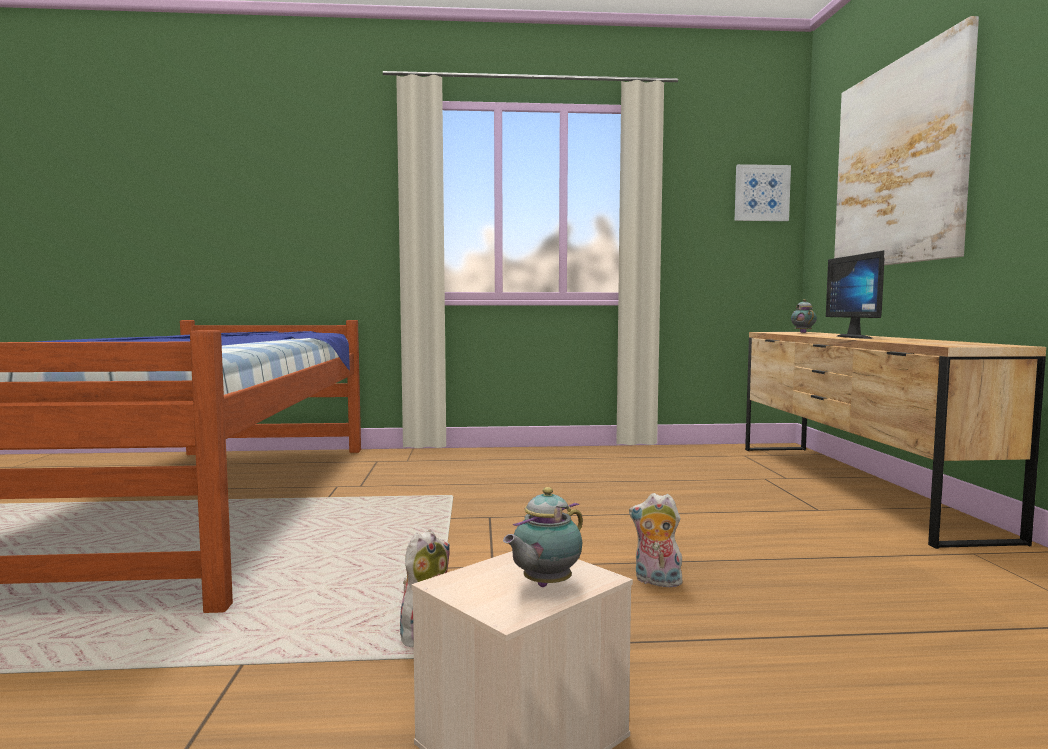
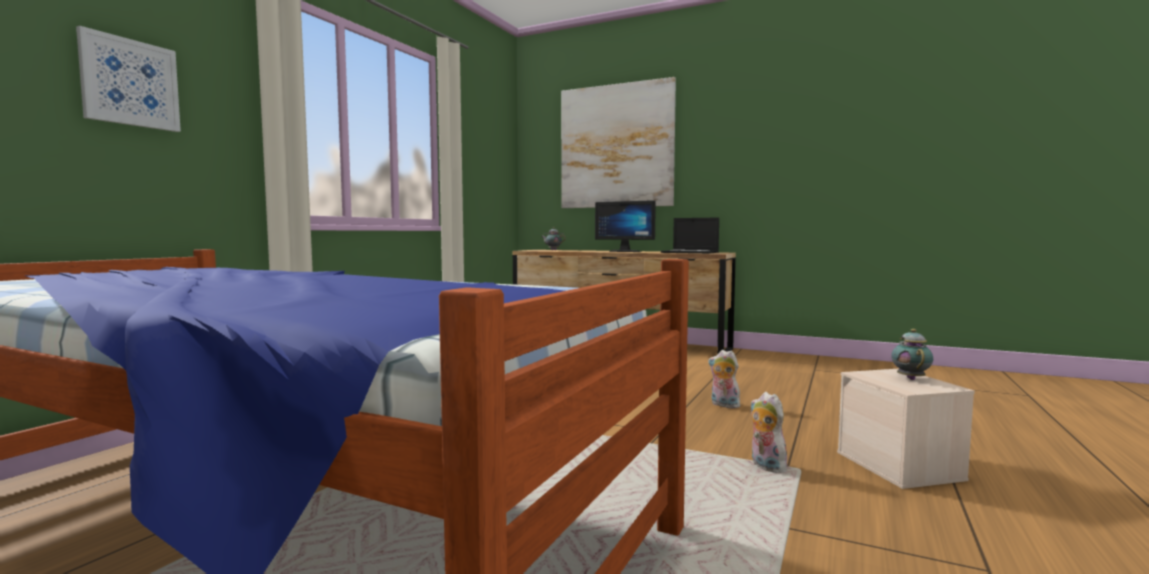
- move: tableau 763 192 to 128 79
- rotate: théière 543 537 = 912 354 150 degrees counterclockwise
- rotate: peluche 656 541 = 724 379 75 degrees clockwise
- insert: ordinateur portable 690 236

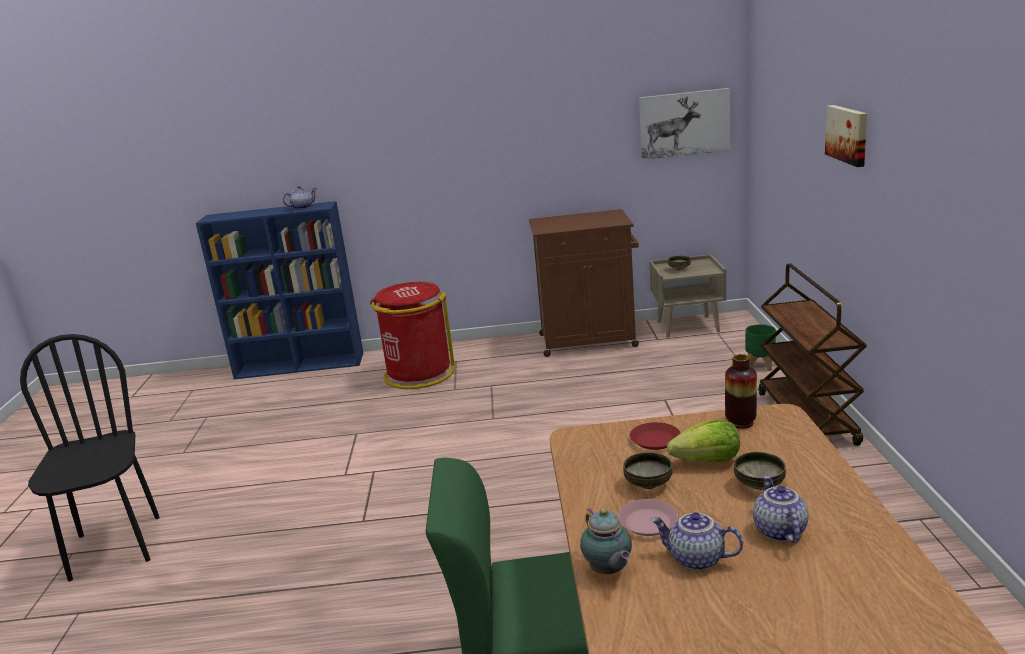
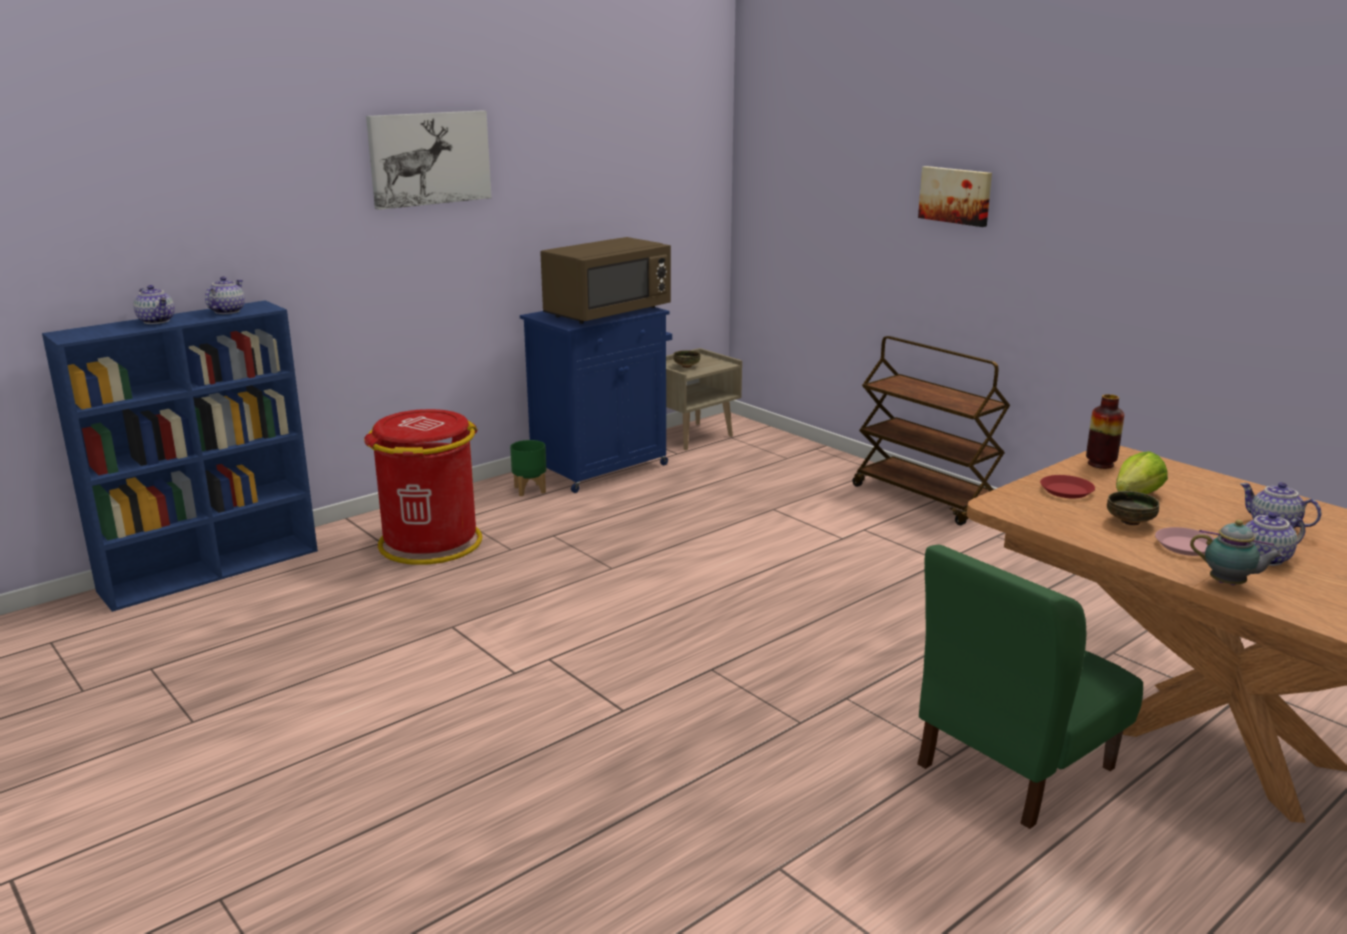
- move: tableau 684 124 to 428 160
- recolor: meuble de rangement/marron 584 283 to meuble de rangement/bleu 596 400
- move: cache-pot/vert 760 347 to 528 468
- delete: chaise/noir 90 458
- delete: bol 760 471
- insert: micro-ondes/marron 605 280
- insert: théière 154 304

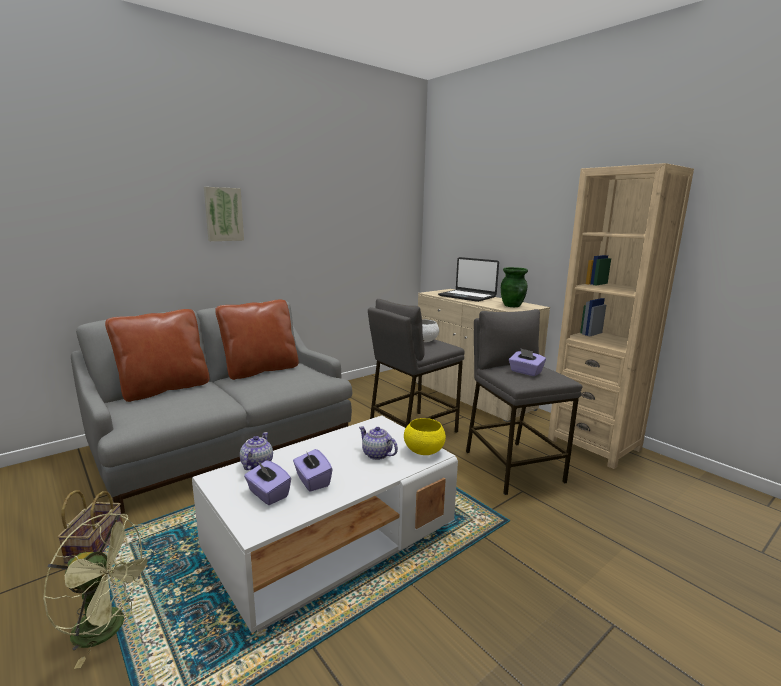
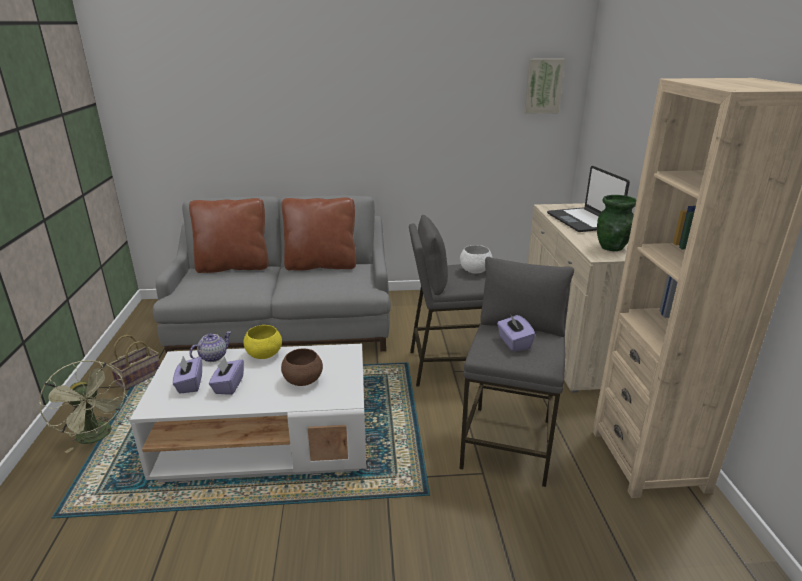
- move: tableau 224 214 to 544 86
- move: bol/jaune 425 436 to 263 342
- replace: théière 378 443 to bol/marron 302 367

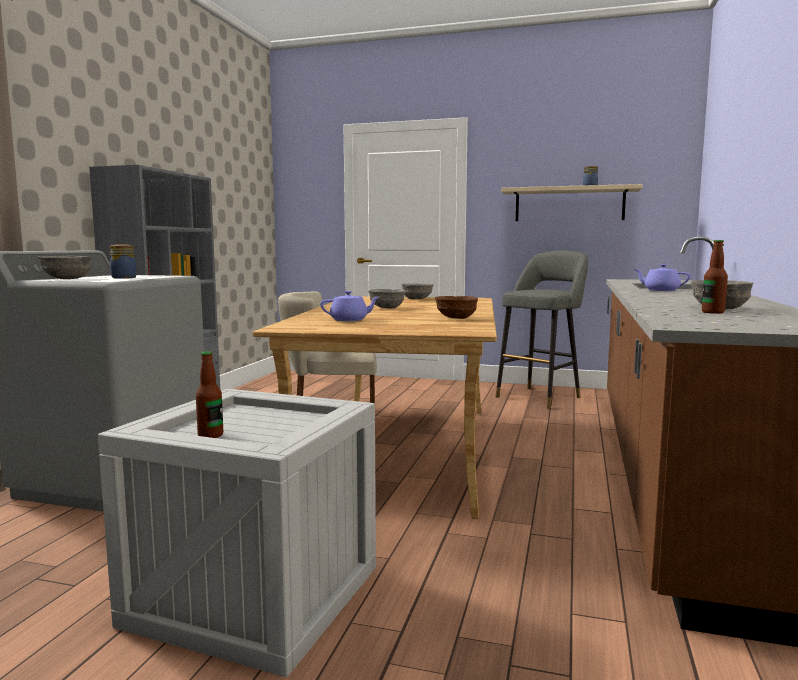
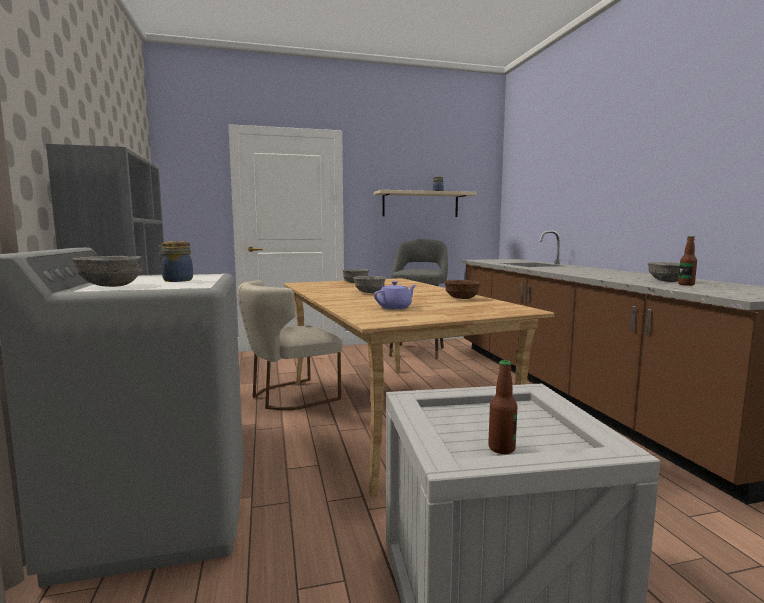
- delete: théière/violet 662 277

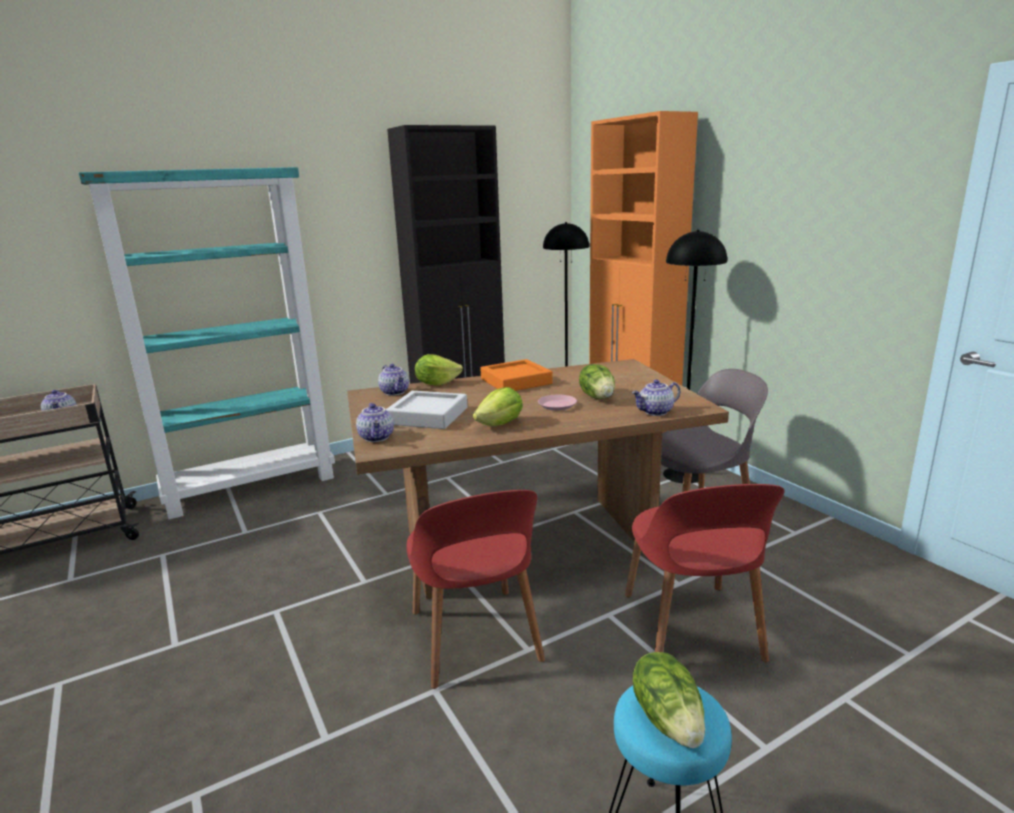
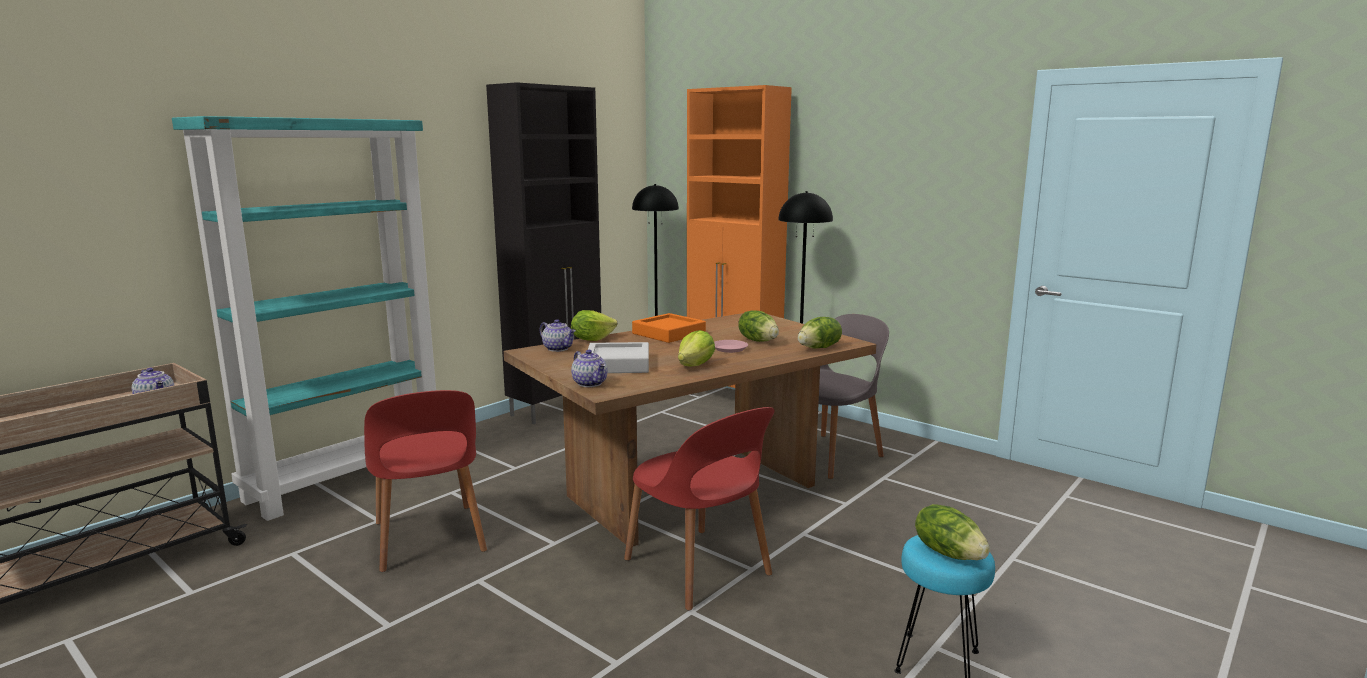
- replace: théière 656 397 to laitue 820 332
- move: chaise/rouge 705 573 to 425 481

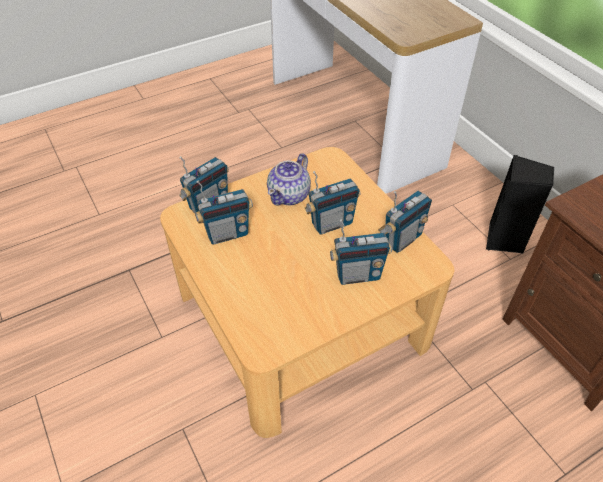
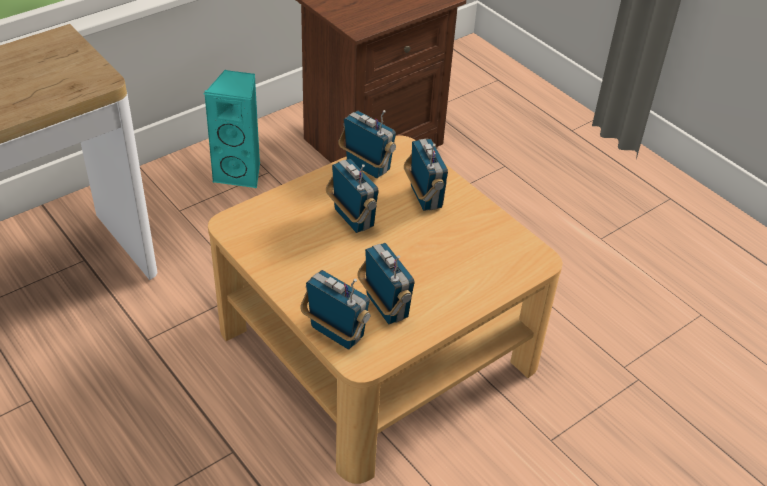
- delete: théière 289 179
- recolor: enceinte/noir 520 204 to enceinte/turquoise 232 129

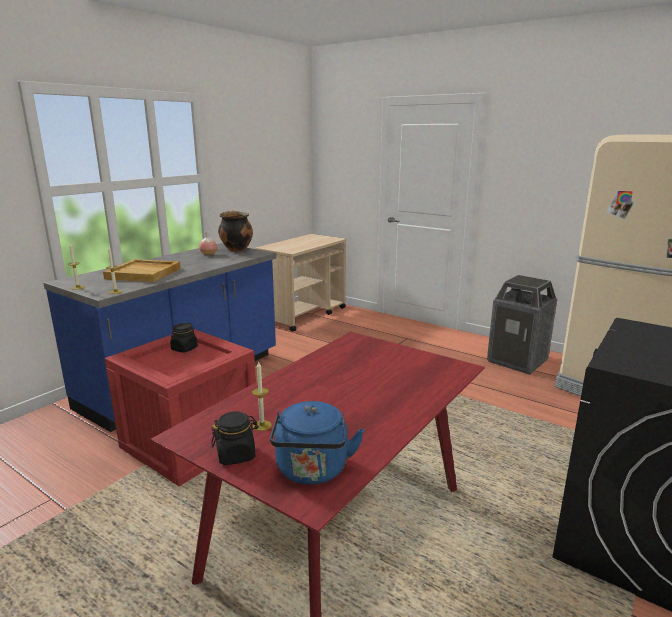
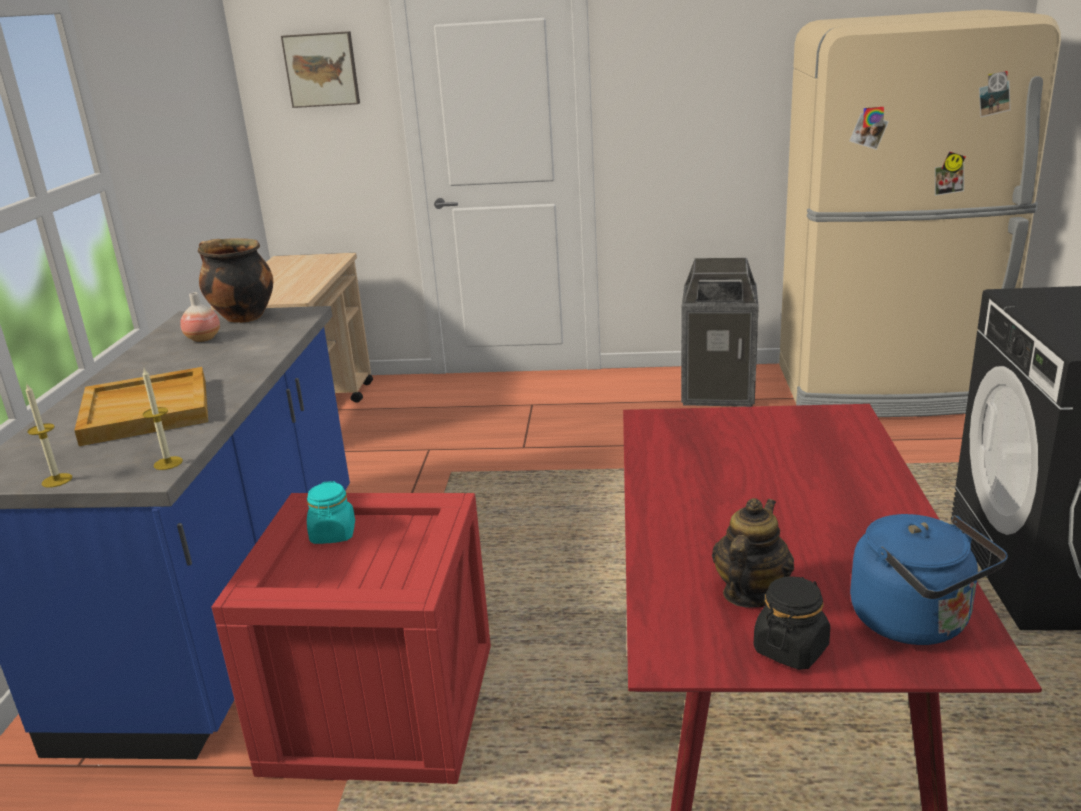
- recolor: bocal/noir 184 338 to bocal/turquoise 331 512
- replace: bougie 262 396 to théière 753 553
- insert: tableau 320 69

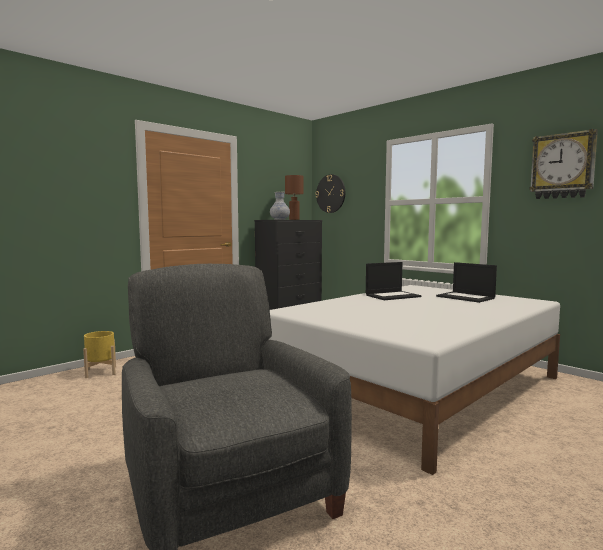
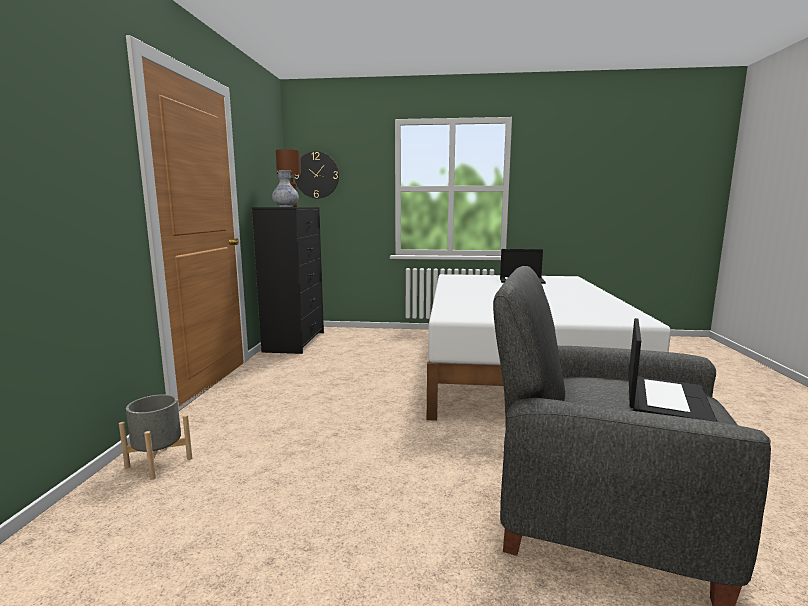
- delete: horloge murale 563 164
- move: ordinateur portable 393 281 to 673 370
- recolor: cache-pot/jaune 99 354 to cache-pot/gris 155 437

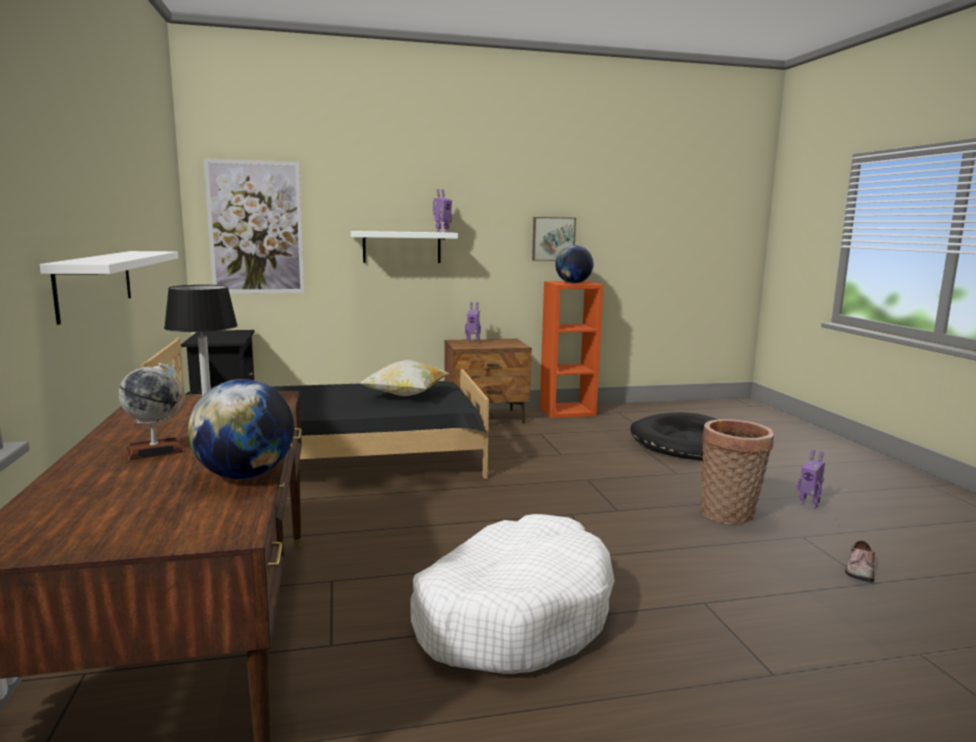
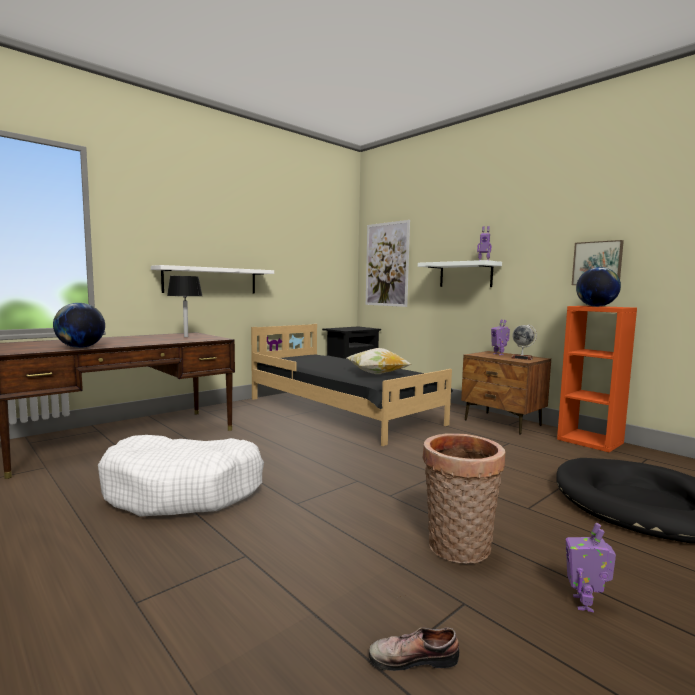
- move: globe 152 411 to 524 342

